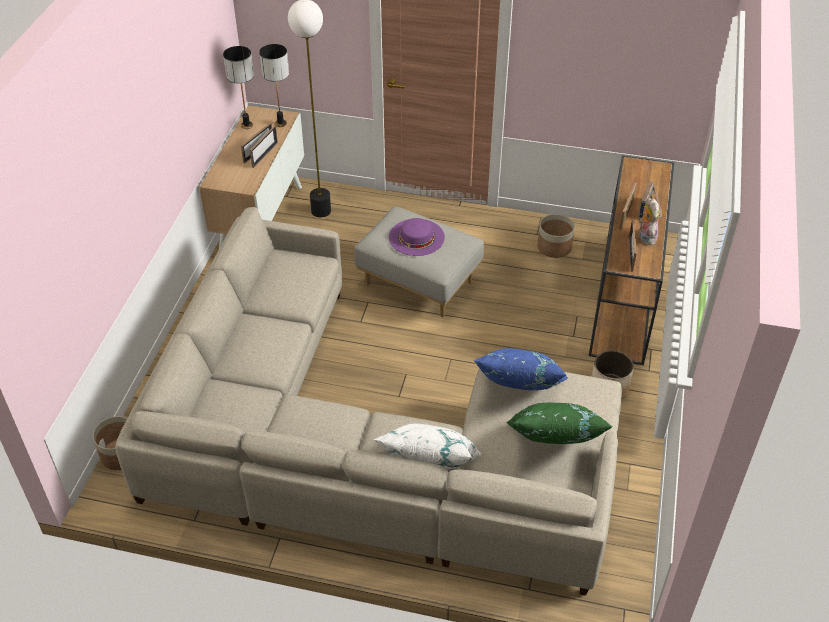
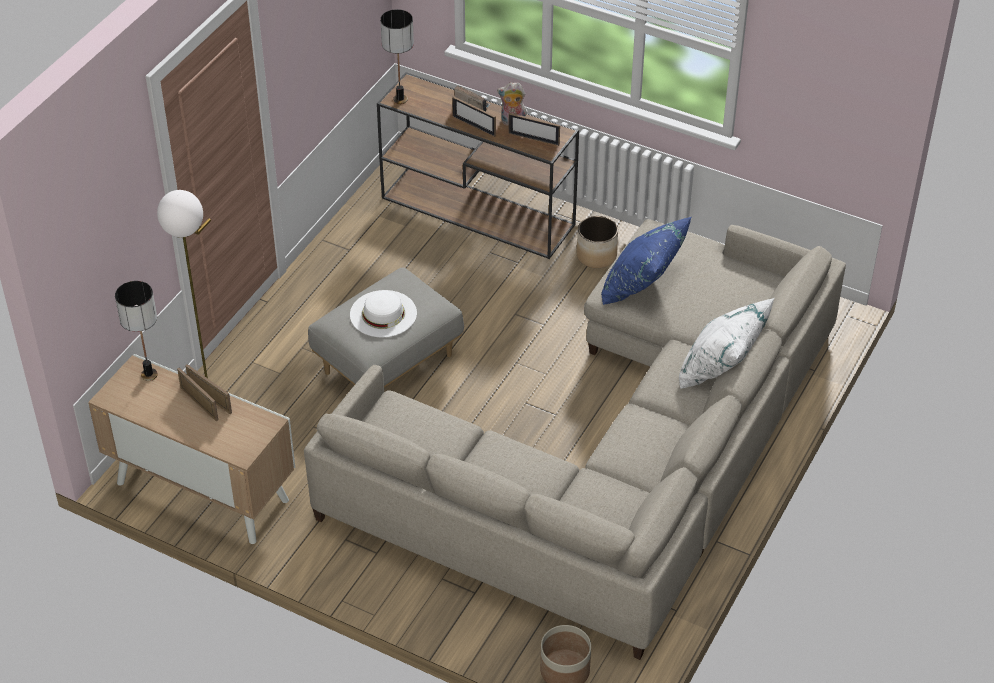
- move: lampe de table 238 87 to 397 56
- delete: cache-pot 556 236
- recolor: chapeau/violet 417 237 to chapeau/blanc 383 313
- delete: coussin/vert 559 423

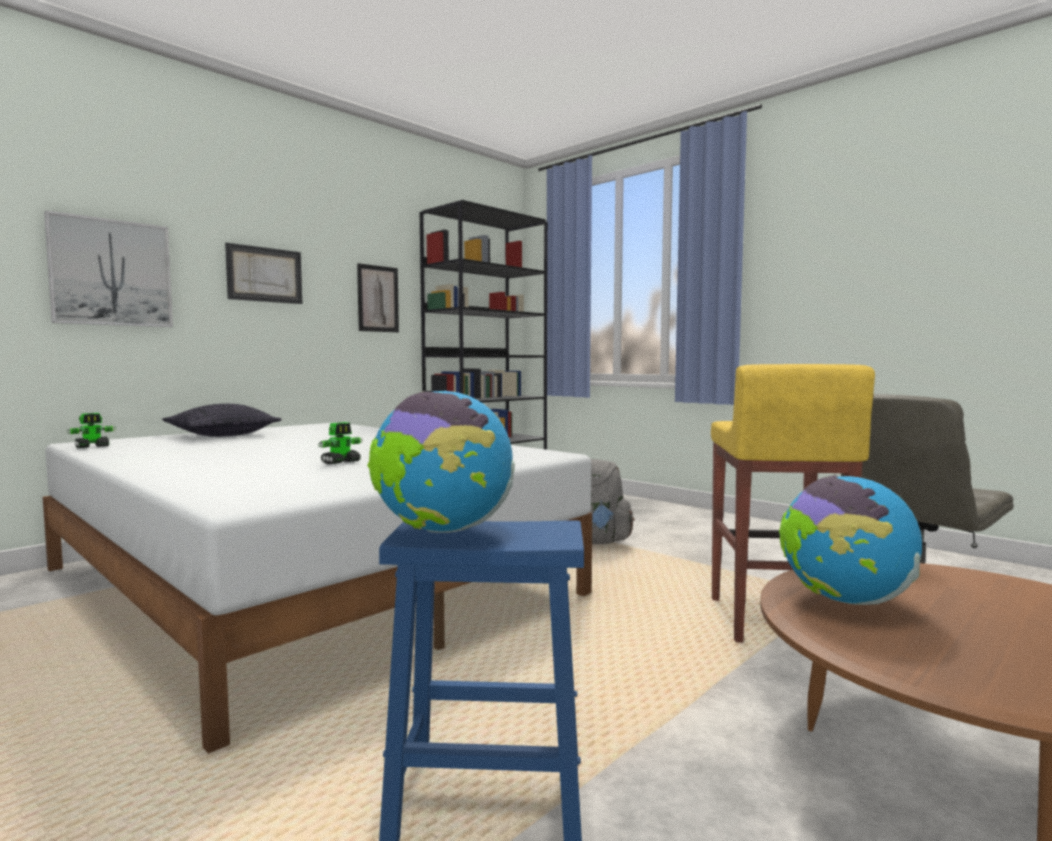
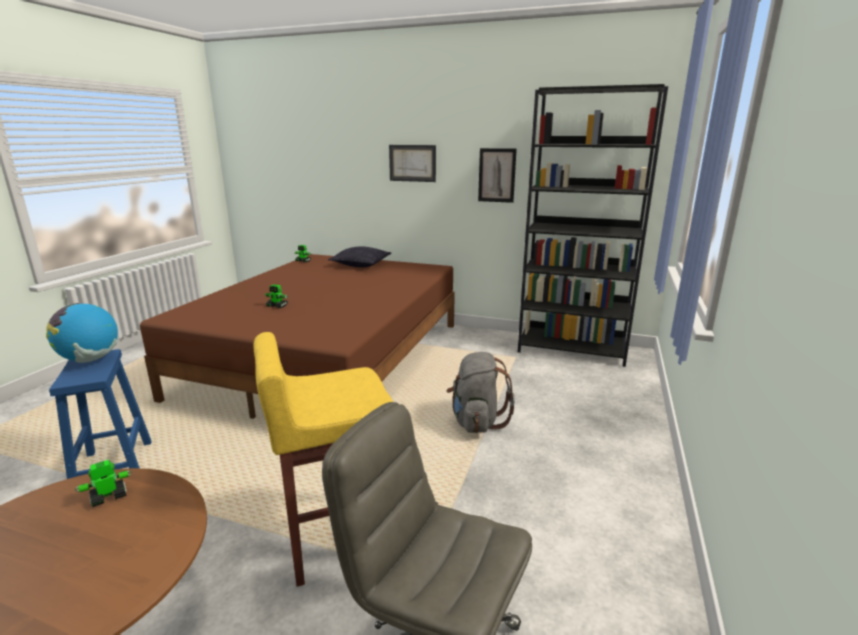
- delete: tableau 108 268
- recolor: lit/blanc 317 588 to lit/marron 297 336
- replace: globe 850 540 to robot jouet 103 483

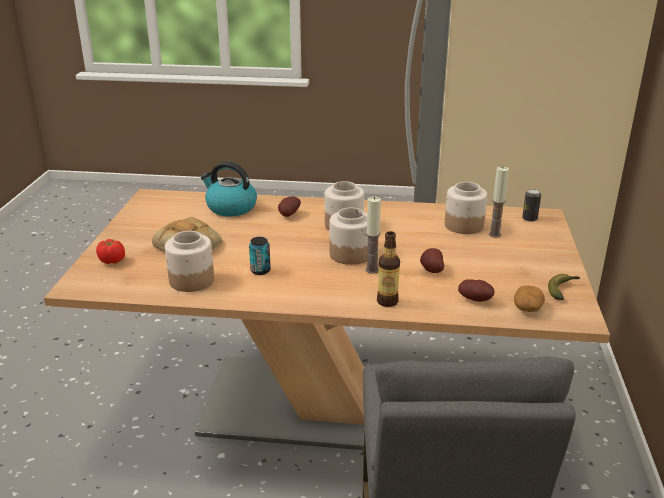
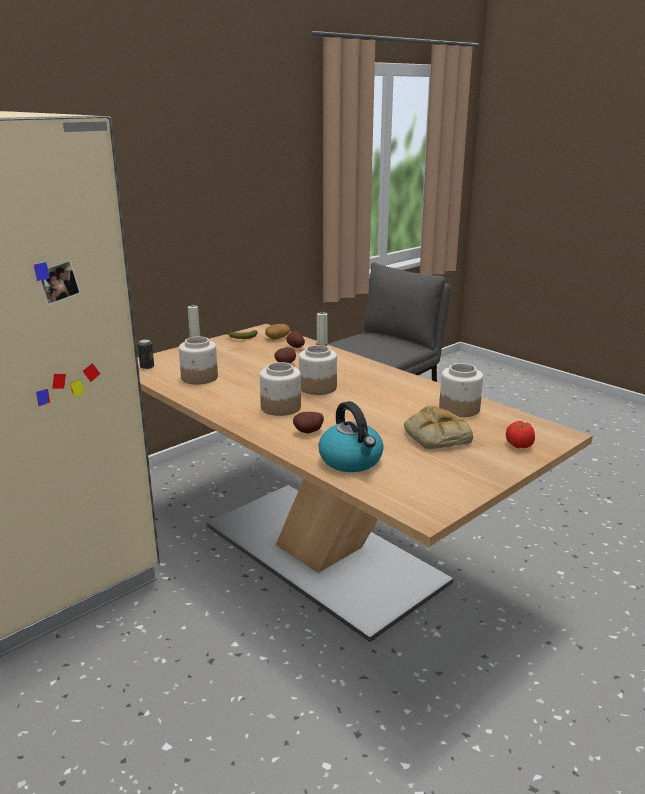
- delete: bouteille 388 269
- delete: boîte métallique 260 256

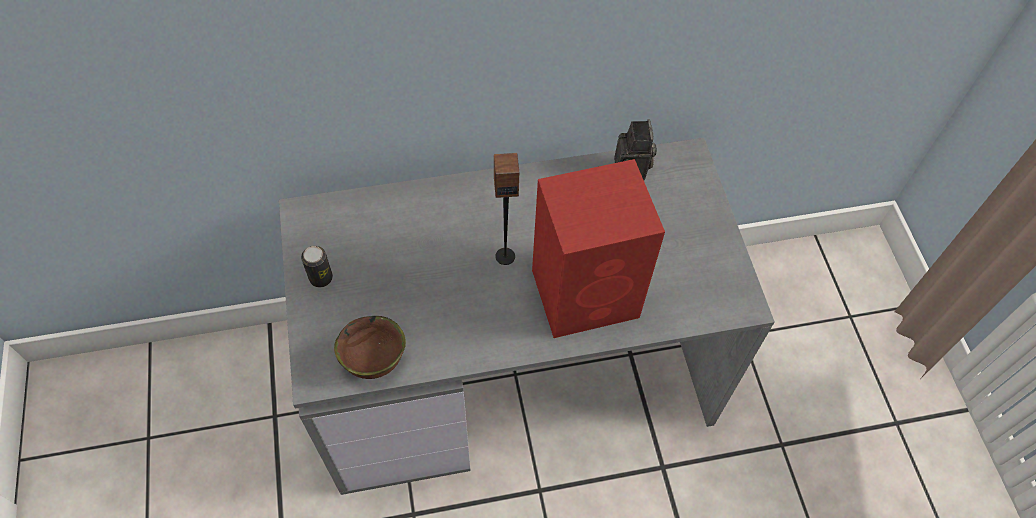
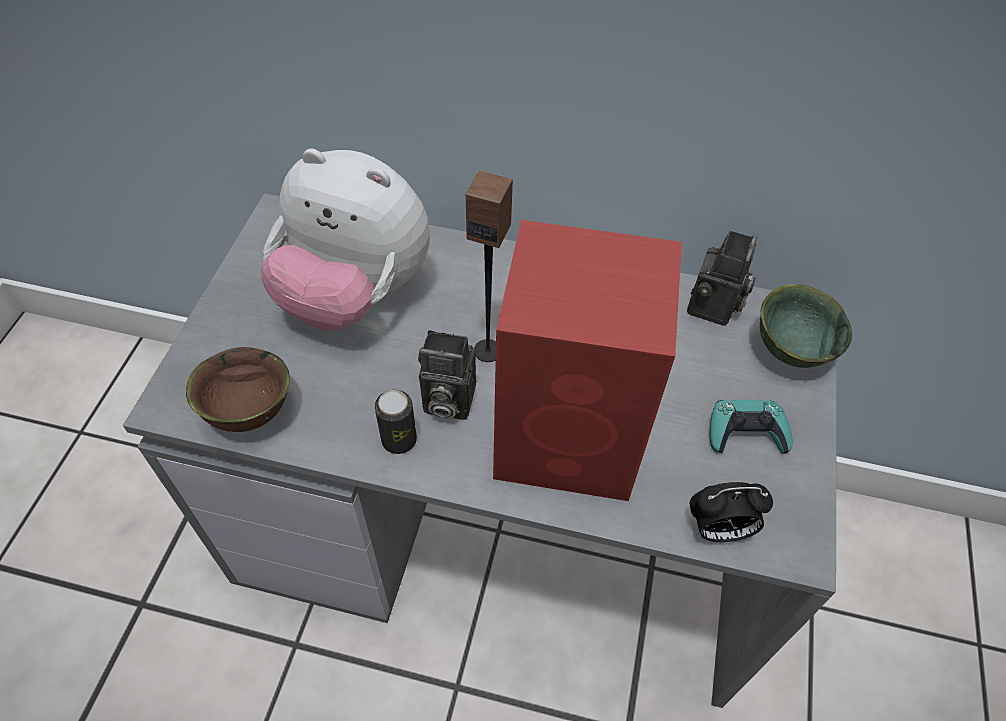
- move: boîte métallique 317 267 to 396 422
- insert: peluche 345 239
- insert: bol/vert 806 326
- insert: appareil photo 447 375
- insert: manette/turquoise 751 427
- insert: réveil 731 512

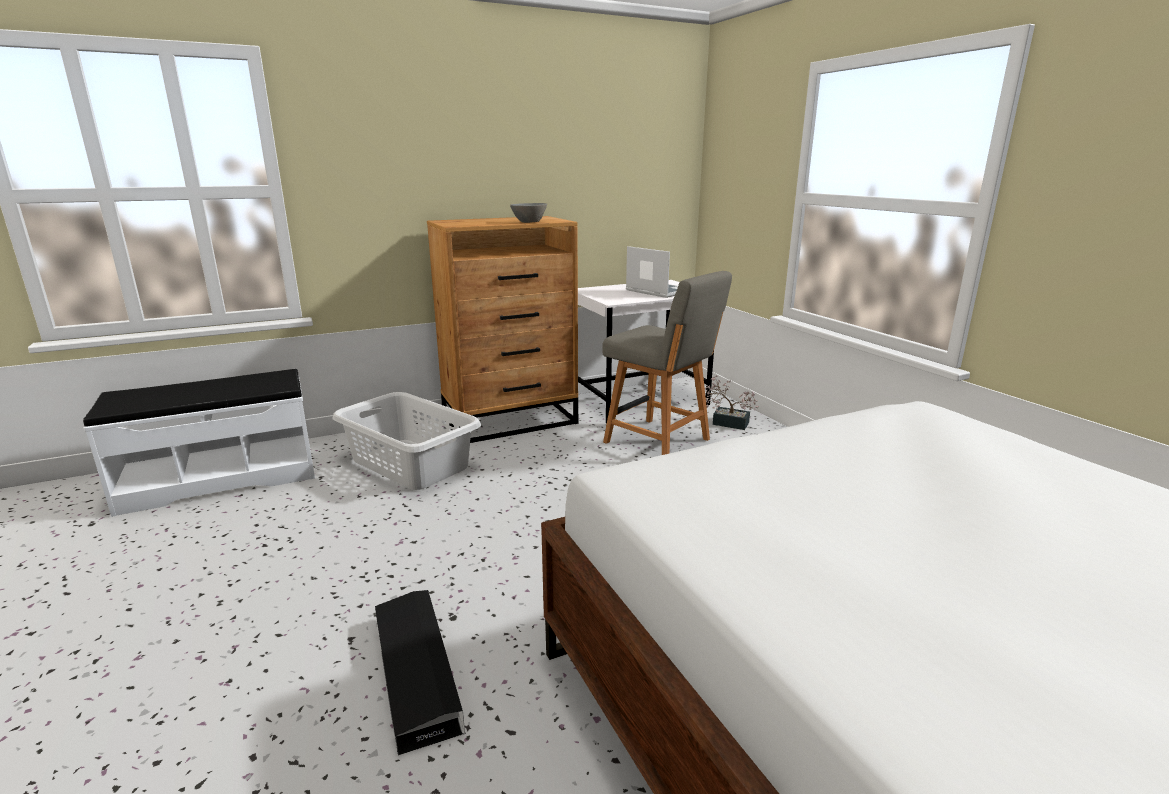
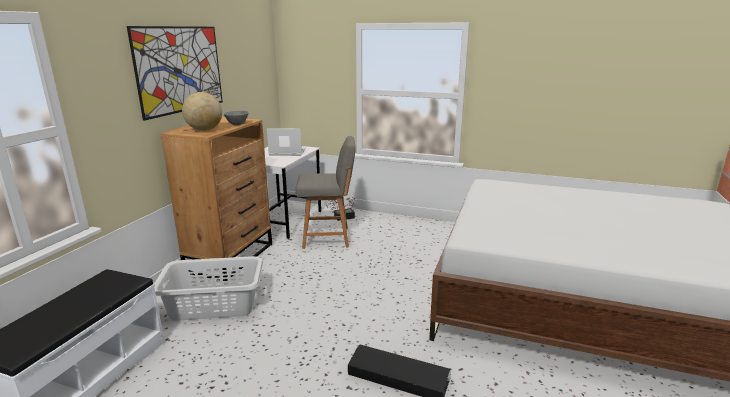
- insert: tableau 175 73
- insert: globe 202 111

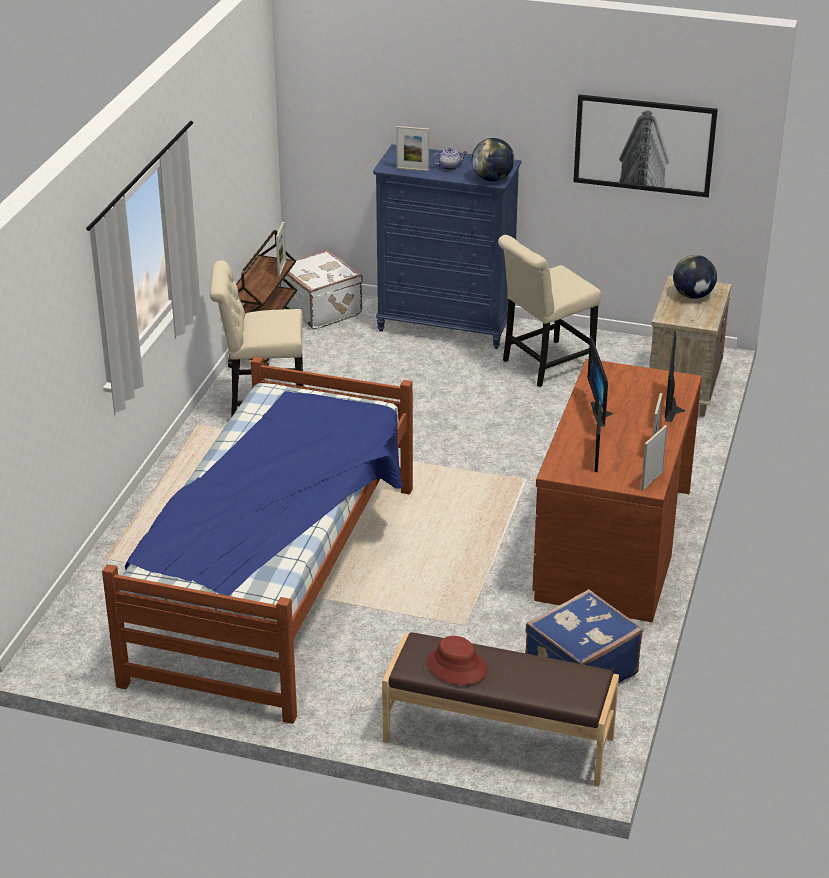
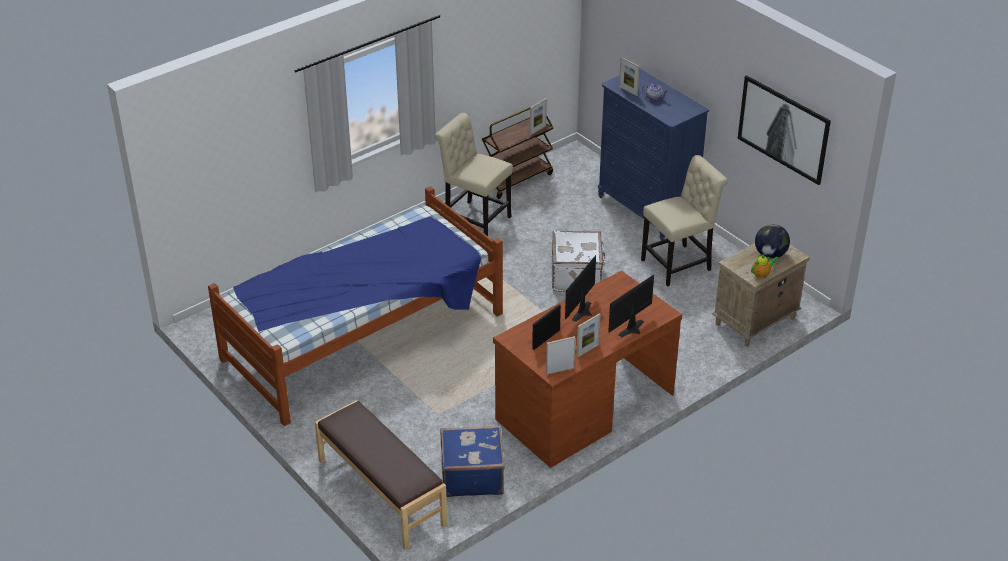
- delete: globe 493 159
- rotate: chaise/beige 549 311 = 684 221 150 degrees clockwise
- move: valise/blanc 321 289 to 578 261
- delete: chapeau/rouge 457 660
- insert: théière 765 266

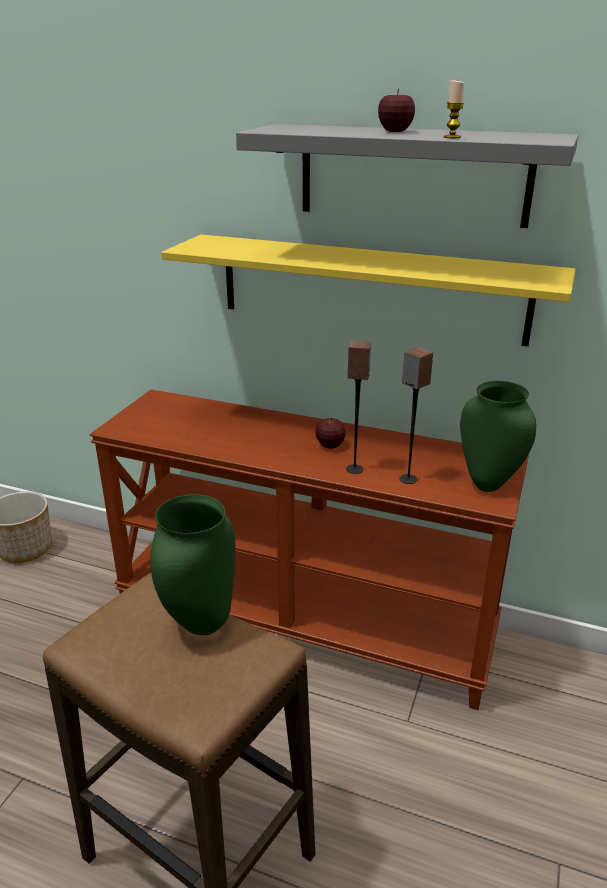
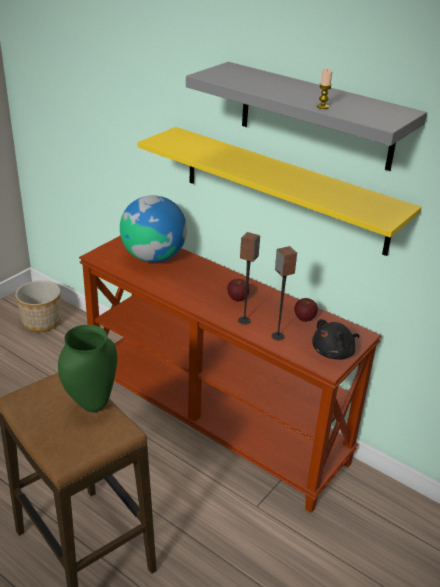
- move: pomme 396 110 to 306 310
- replace: vase/vert 498 436 to peluche/noir 335 339
- insert: globe 153 228

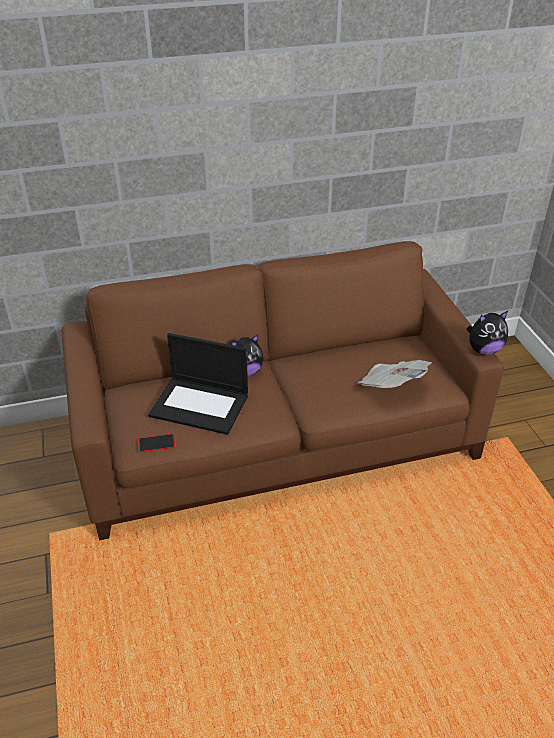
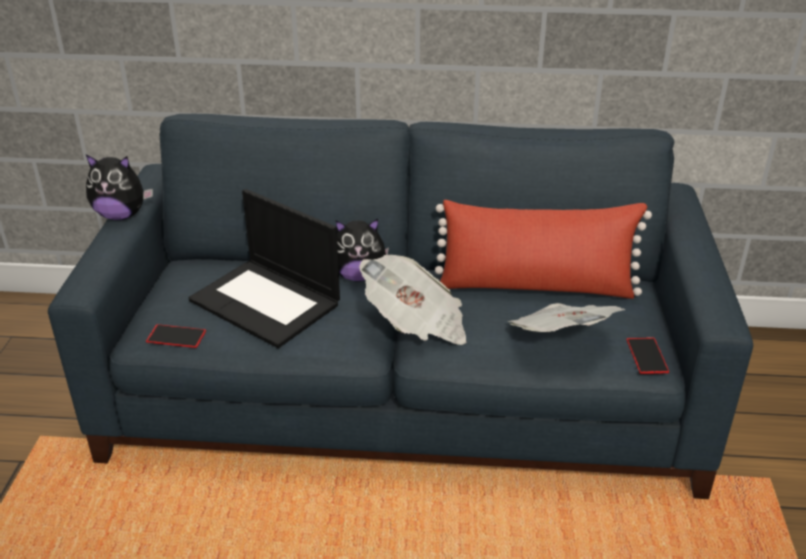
- recolor: canapé/marron 283 390 to canapé/bleu 400 306
- move: peluche 487 332 to 119 187
- insert: coussin/rouge 543 249
- insert: journal 413 300
- insert: téléphone 648 355

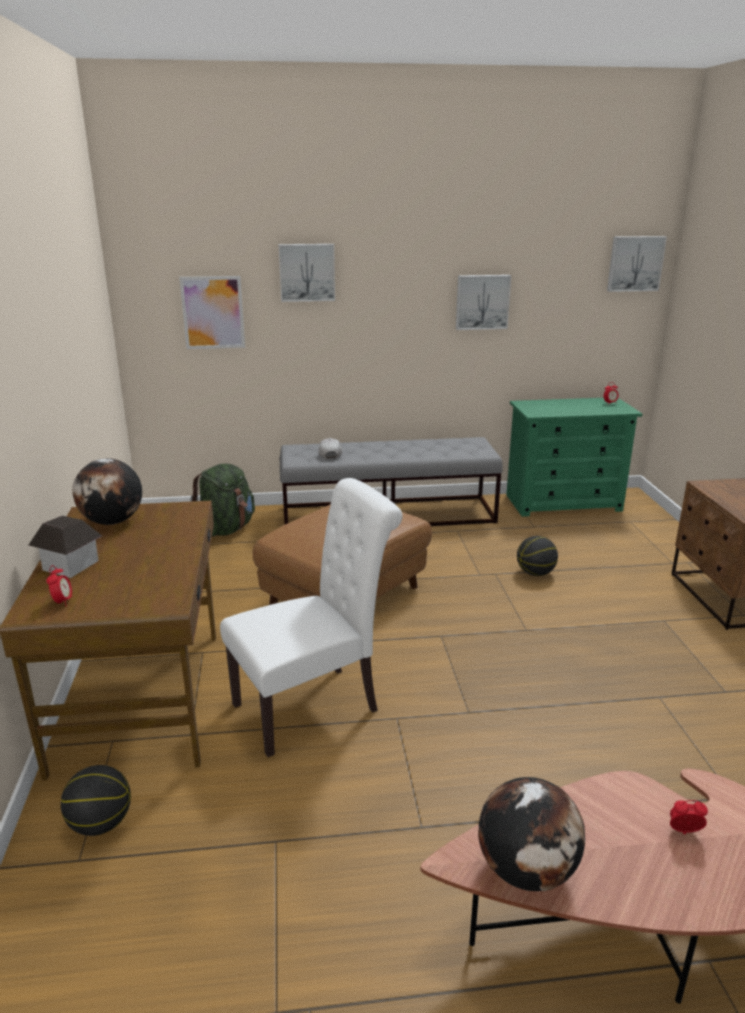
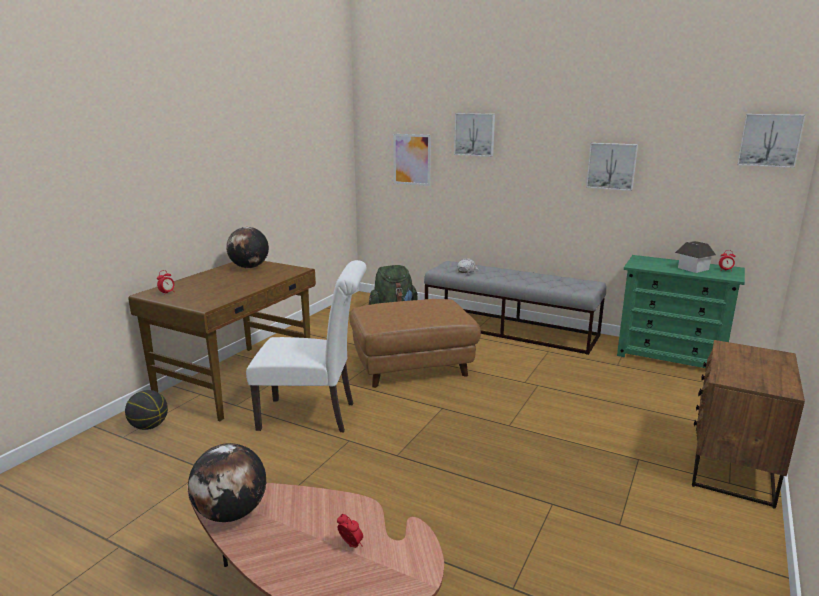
- move: maison miniature 65 547 to 695 257
- delete: ballon de basket 537 556

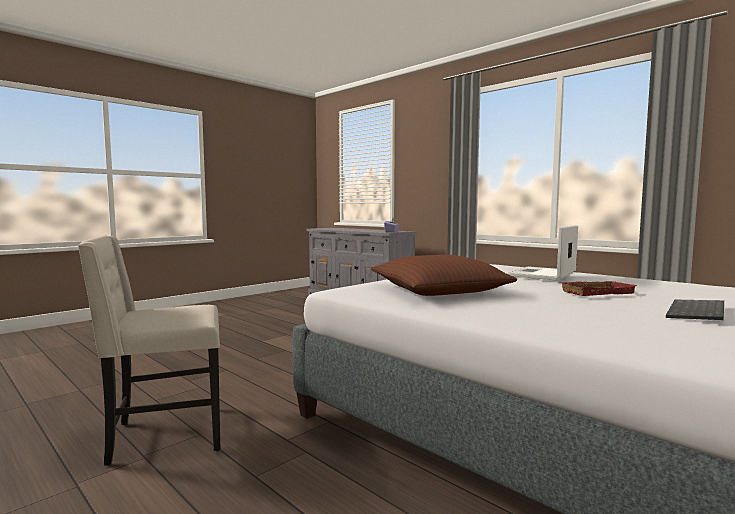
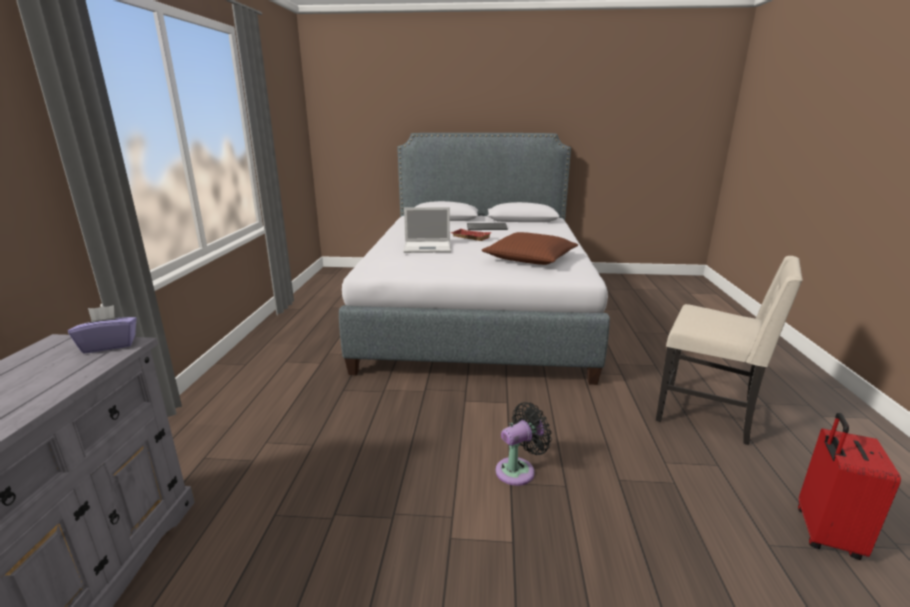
- insert: ventilateur/noir 524 444
- insert: valise/rouge 849 486

